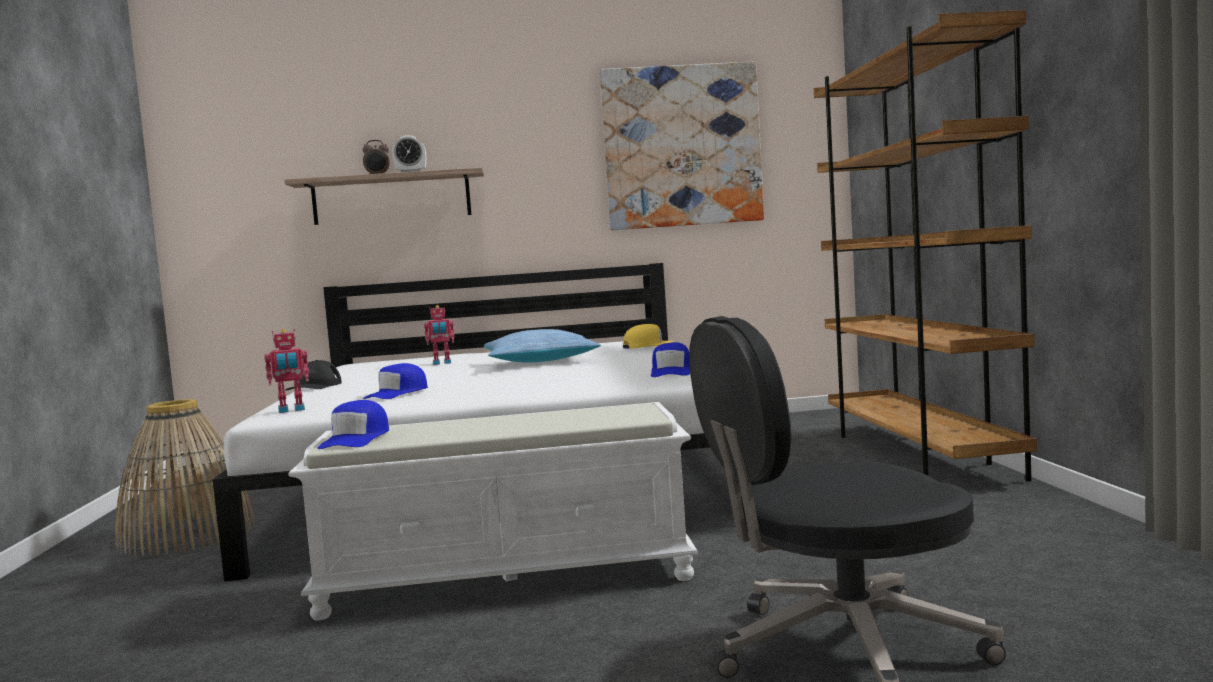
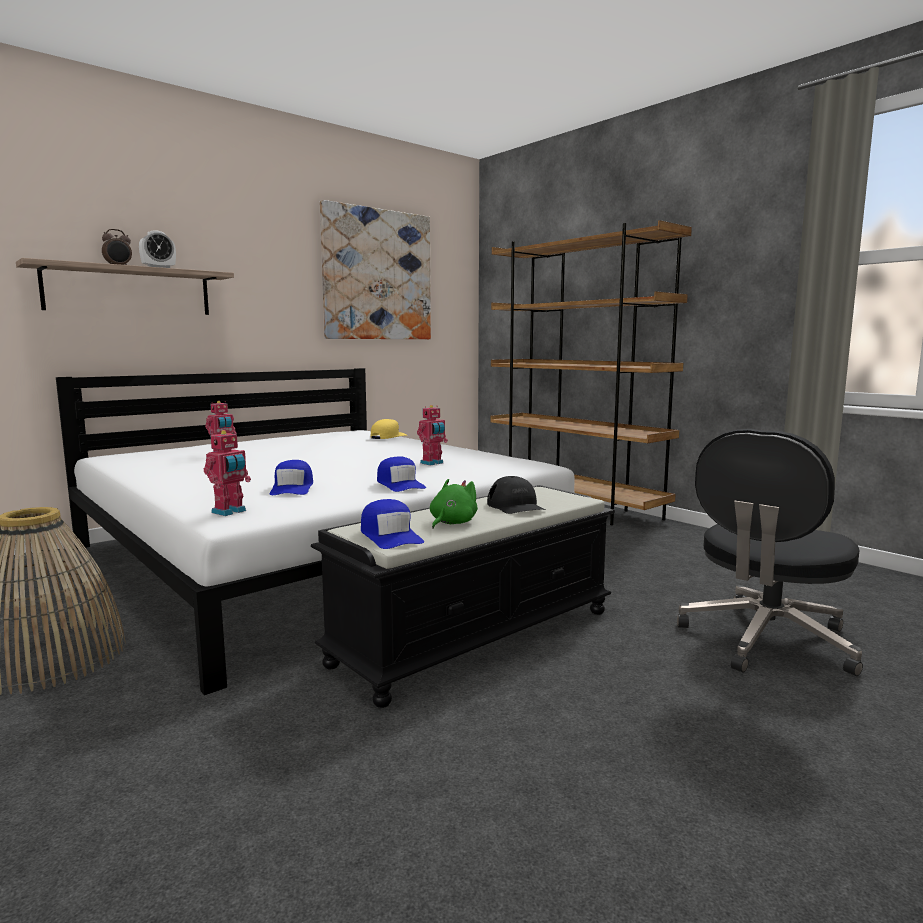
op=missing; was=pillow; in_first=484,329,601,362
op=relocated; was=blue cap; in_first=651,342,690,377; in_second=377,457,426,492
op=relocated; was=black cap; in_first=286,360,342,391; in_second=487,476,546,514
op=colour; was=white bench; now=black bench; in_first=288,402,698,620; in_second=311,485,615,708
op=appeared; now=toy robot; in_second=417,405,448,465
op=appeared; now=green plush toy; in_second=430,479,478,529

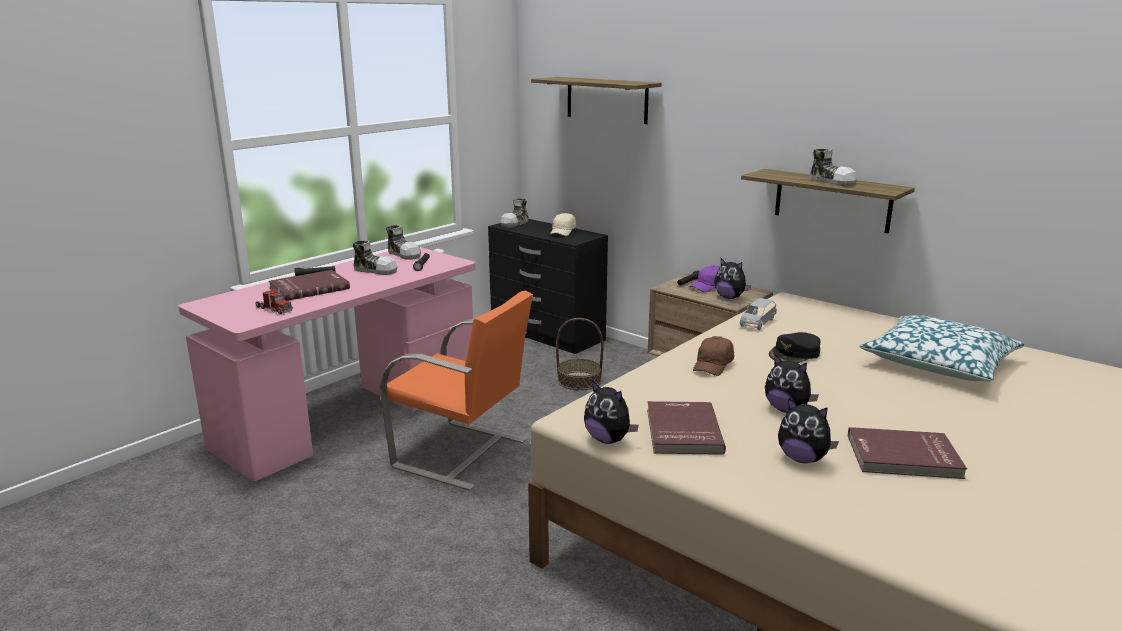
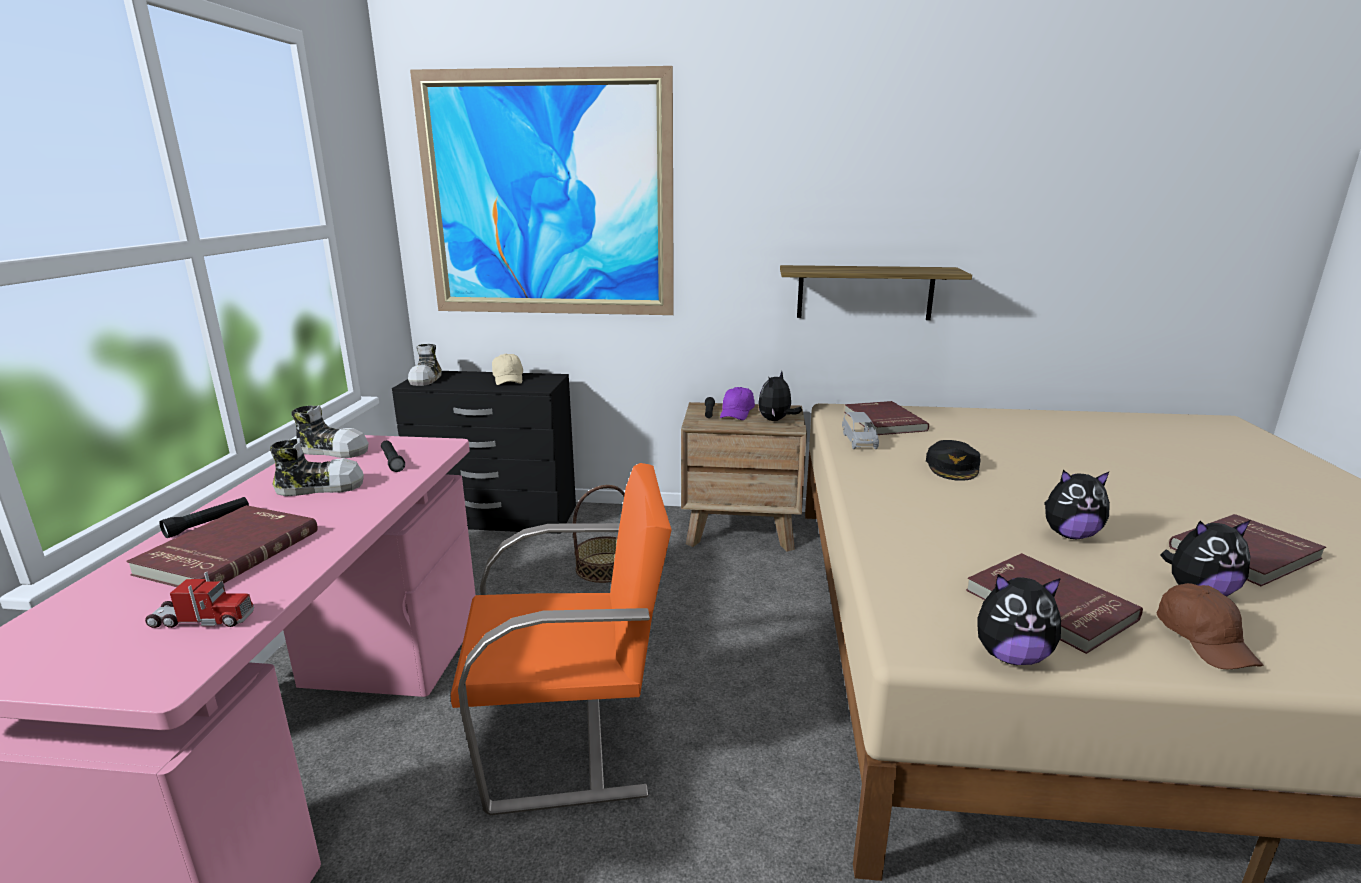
op=exchanged; was=shelf; now=picture; in_first=531,77,662,124; in_second=410,66,674,315
op=missing; was=shoe; in_first=810,149,857,186
op=spun; was=plush toy; in_first=714,258,751,299; in_second=759,371,802,421; clockwise=120
op=missing; was=pillow; in_first=859,315,1025,382
op=relocated; was=brown cap; in_first=693,336,734,376; in_second=1157,583,1263,669
op=appeared; now=red book; in_second=844,401,929,435

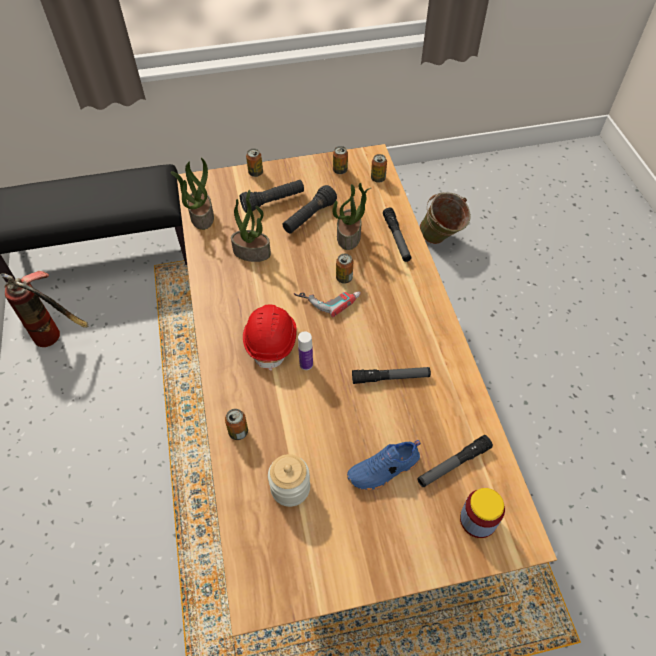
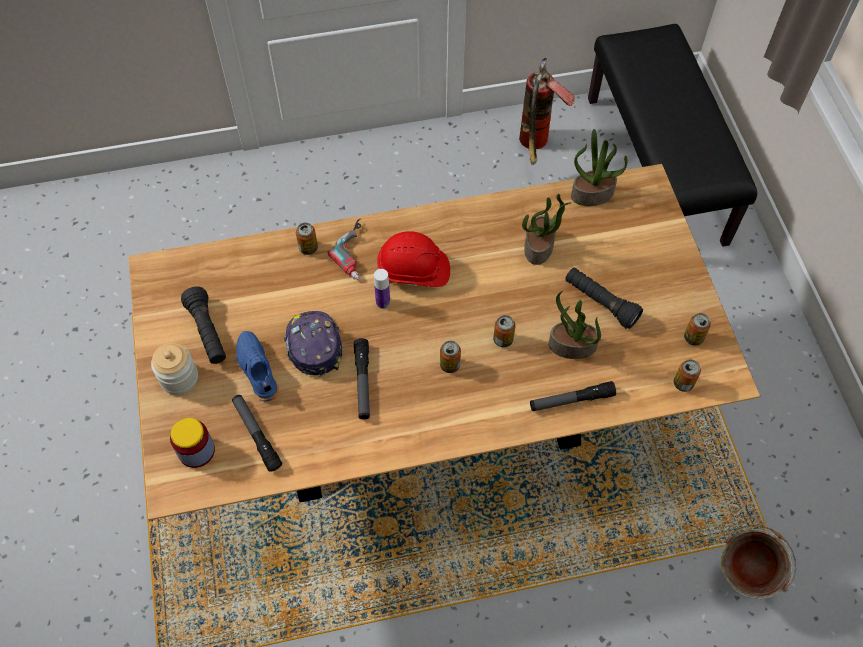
op=relocated; was=can; in_first=246,149,263,177; in_second=440,341,461,373
op=relocated; was=black flashlight; in_first=240,180,304,213; in_second=181,286,226,364
op=relocated; was=power drill; in_first=294,291,361,317; in_second=327,218,361,280
op=relocated; was=jar; in_first=268,454,310,507; in_second=151,343,198,395
op=appeared; now=cap; in_second=283,311,343,376

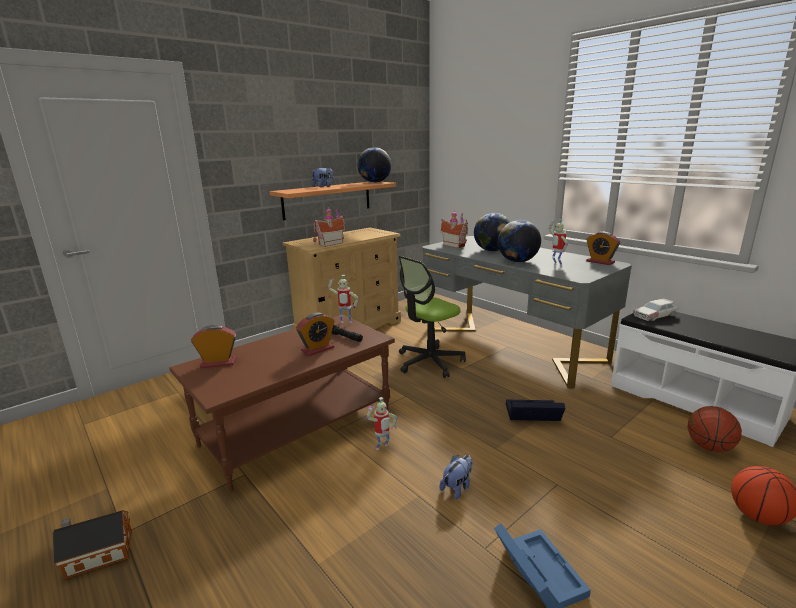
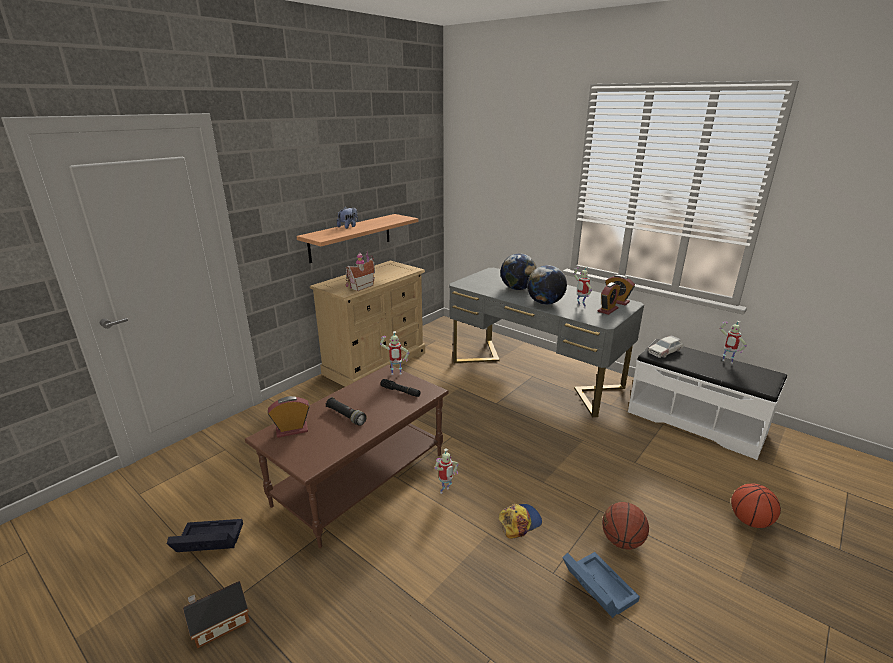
op=missing; was=globe; in_first=358,147,391,183
op=missing; was=toy house; in_first=440,210,468,248
op=missing; was=office chair; in_first=399,256,466,378
op=relocated; was=alarm clock; in_first=296,313,335,356; in_second=598,282,620,315
op=relocated; was=black storage box; in_first=506,400,565,421; in_second=167,519,243,552
op=relocated; was=basketball; in_first=688,406,742,452; in_second=602,502,649,549
op=exchanged; was=plush toy; now=cap; in_first=439,455,473,500; in_second=499,504,542,539
op=appeared; now=toy robot; in_second=720,321,747,364
op=appeared; now=black flashlight; in_second=326,397,367,426

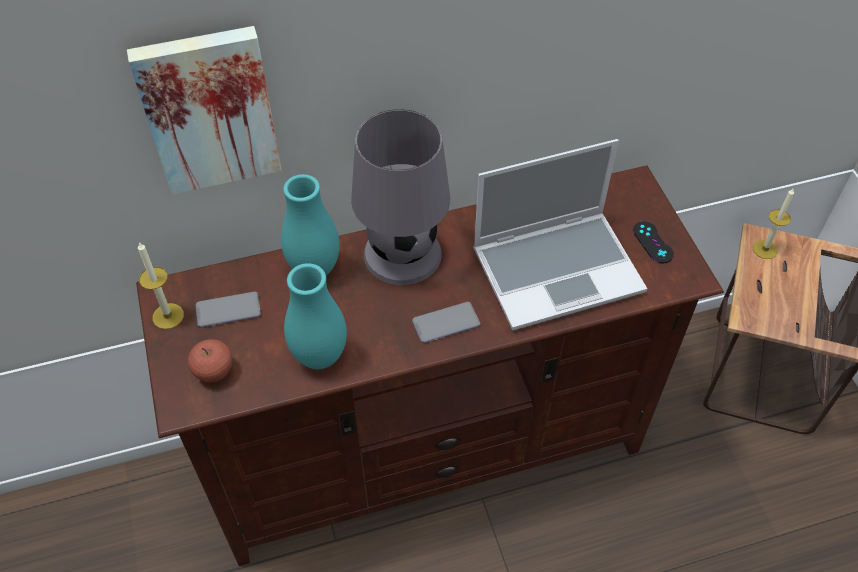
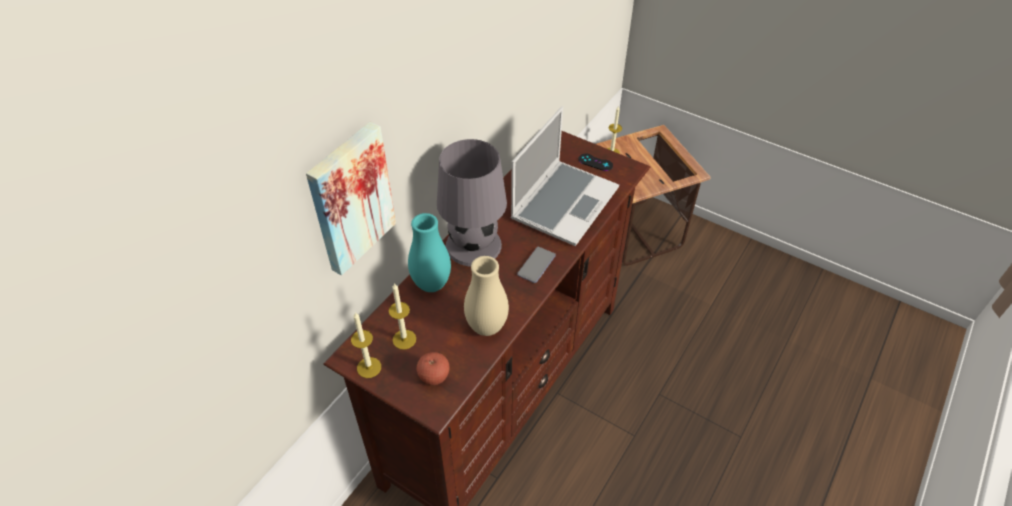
op=colour; was=turquoise vase; now=beige vase; in_first=284,263,347,369; in_second=464,256,509,336
op=exchanged; was=phone; now=candle; in_first=195,292,261,327; in_second=389,283,416,349

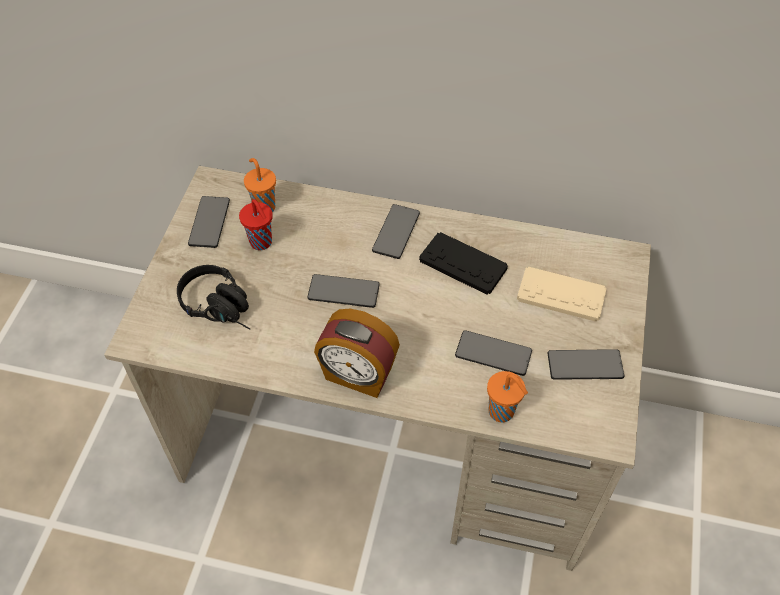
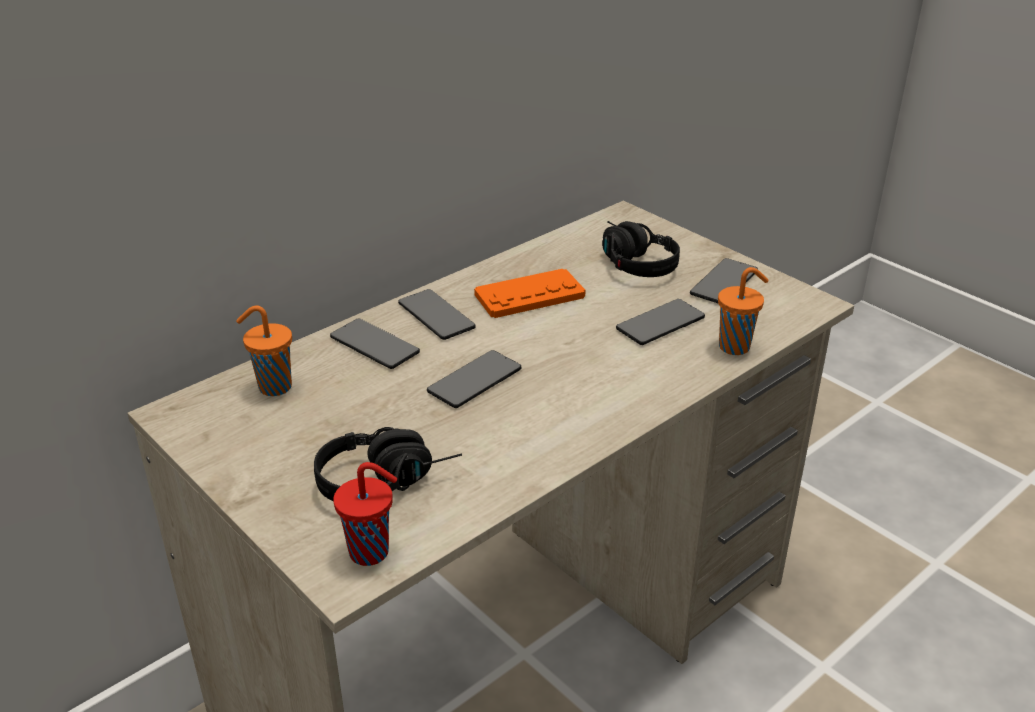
op=relocated; was=phone; in_first=188,196,230,248; in_second=330,318,420,369
op=relocated; was=red cup; in_first=239,199,273,250; in_second=333,462,397,566
op=colour; was=black game controller; now=orange game controller; in_first=419,232,508,295; in_second=474,269,586,318
op=exchanged; was=beige game controller; now=black headphones; in_first=517,267,607,322; in_second=602,221,680,277
op=missing; was=alarm clock; in_first=314,309,400,398

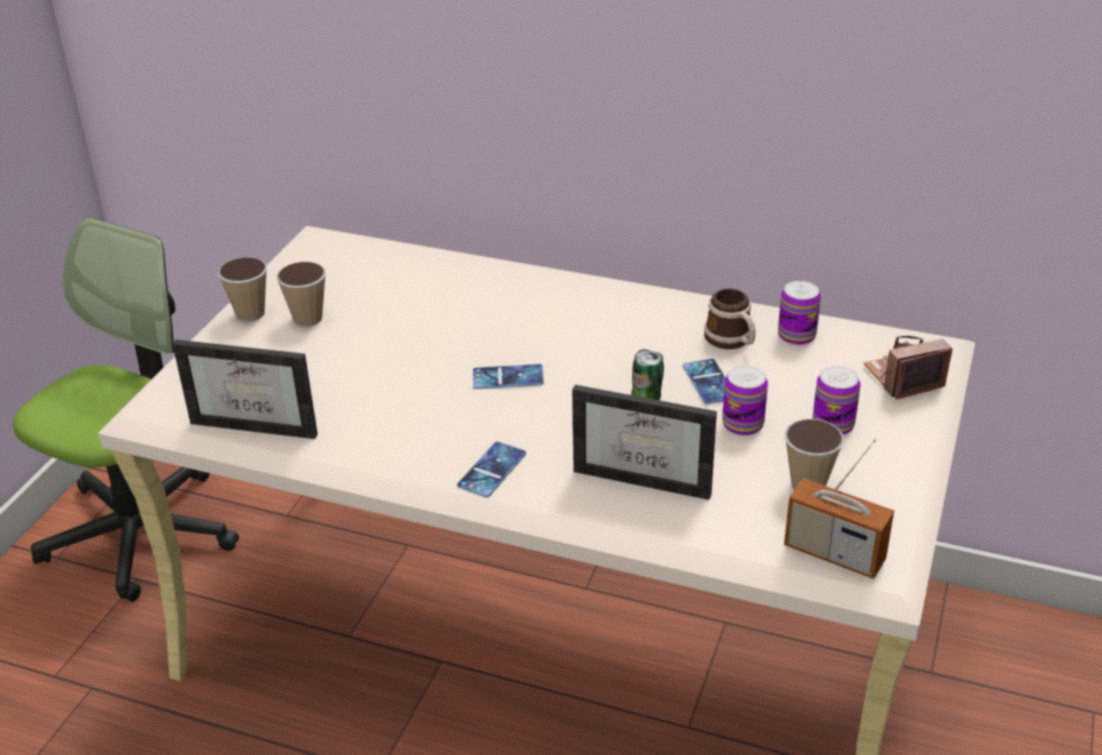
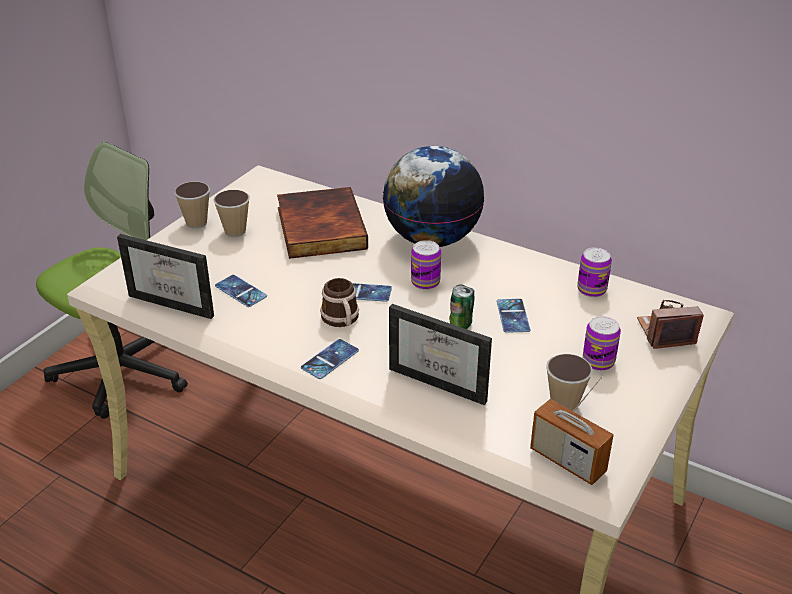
op=relocated; was=mug; in_first=704,288,756,349; in_second=320,278,359,327
op=relocated; was=can; in_first=722,366,768,436; in_second=411,240,441,290
op=appeared; now=globe; in_second=383,146,485,247
op=appeared; now=book; in_second=277,187,368,259
op=appeared; now=phone; in_second=215,275,267,307

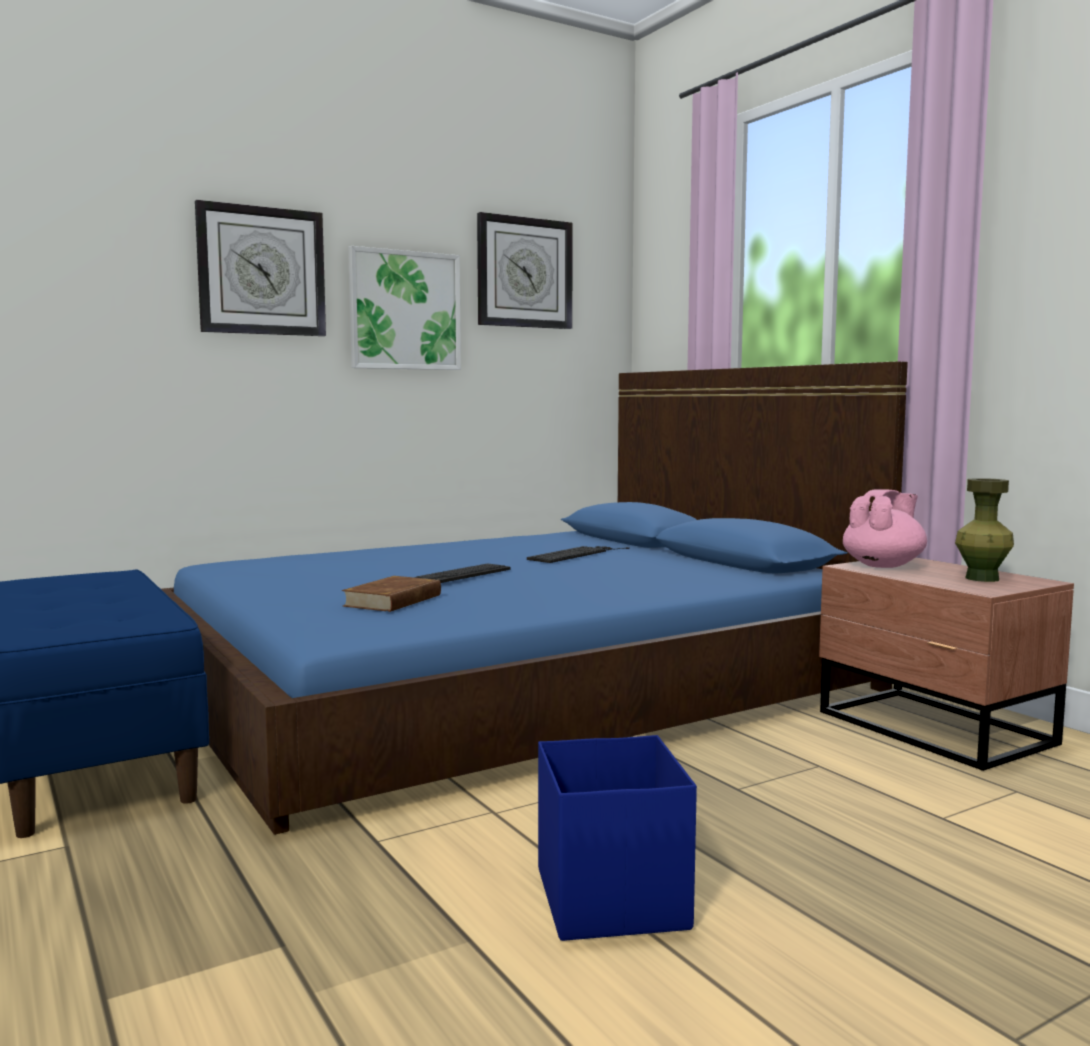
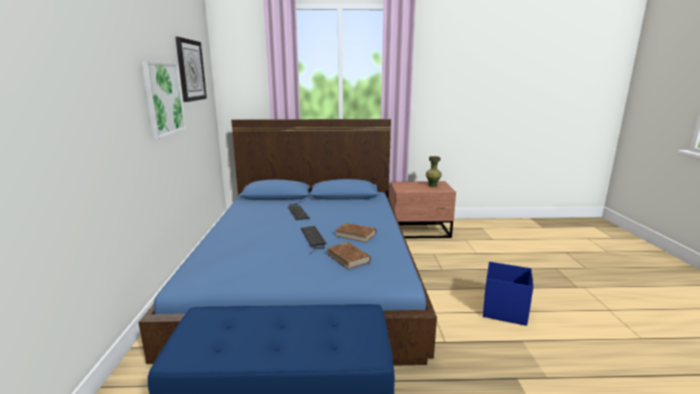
op=missing; was=wall clock; in_first=195,200,326,336
op=missing; was=pink teapot; in_first=843,489,927,568
op=appeared; now=brown book; in_second=336,223,376,242

